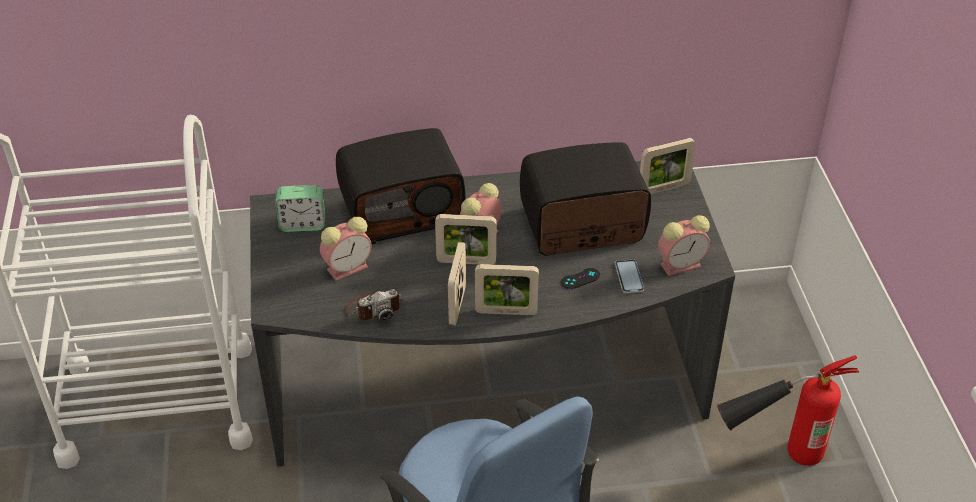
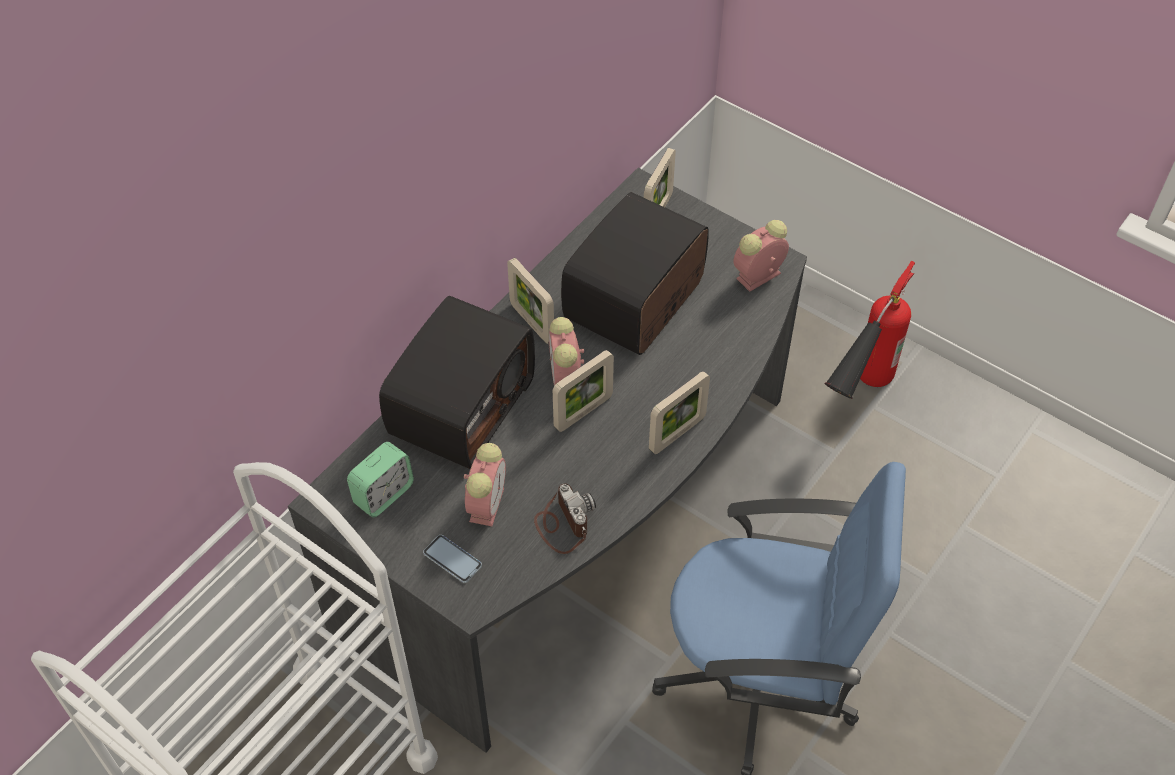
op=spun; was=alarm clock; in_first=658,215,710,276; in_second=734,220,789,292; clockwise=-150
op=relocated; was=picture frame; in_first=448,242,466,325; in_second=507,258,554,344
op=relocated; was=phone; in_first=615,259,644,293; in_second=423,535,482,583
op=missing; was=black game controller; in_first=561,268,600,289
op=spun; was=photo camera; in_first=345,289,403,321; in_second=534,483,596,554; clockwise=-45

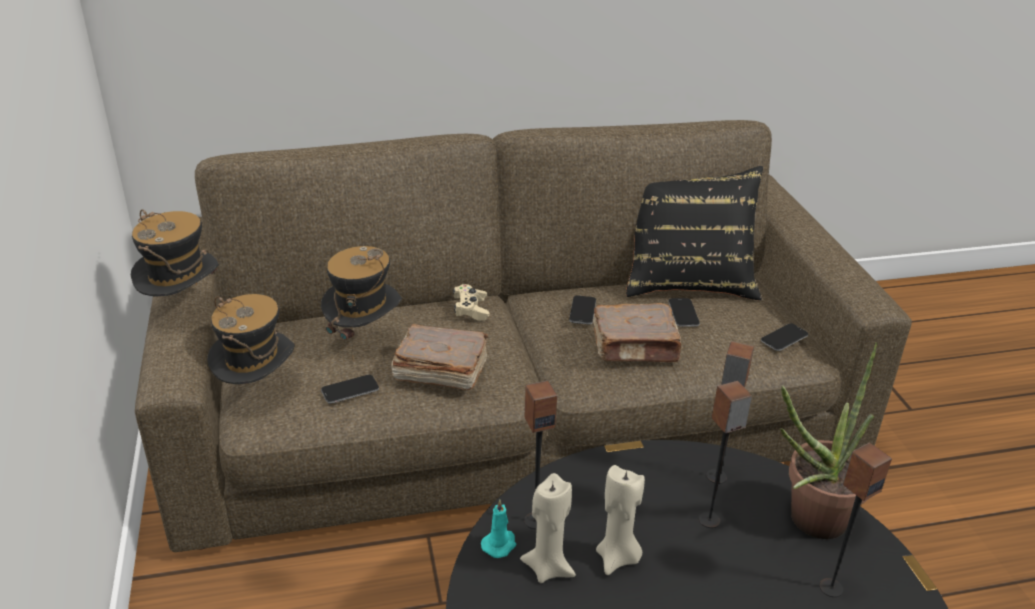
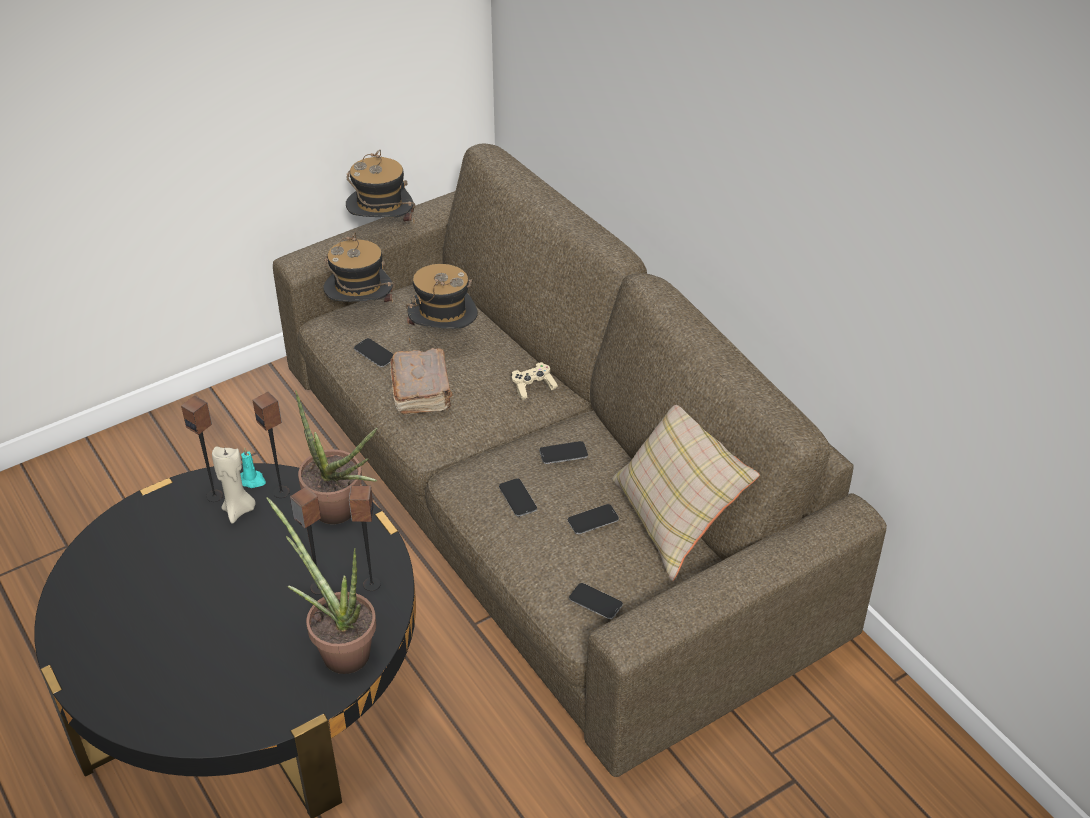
op=colour; was=black pillow; now=beige pillow; in_first=626,166,763,300; in_second=612,405,760,581
op=exchanged; was=brown book; now=phone; in_first=593,303,683,362; in_second=499,478,537,517
op=relocated; was=speaker; in_first=819,442,892,597; in_second=181,396,223,502
op=missing; was=beige candle; in_first=596,465,645,575
op=appeared; now=potted plant; in_second=295,390,378,524

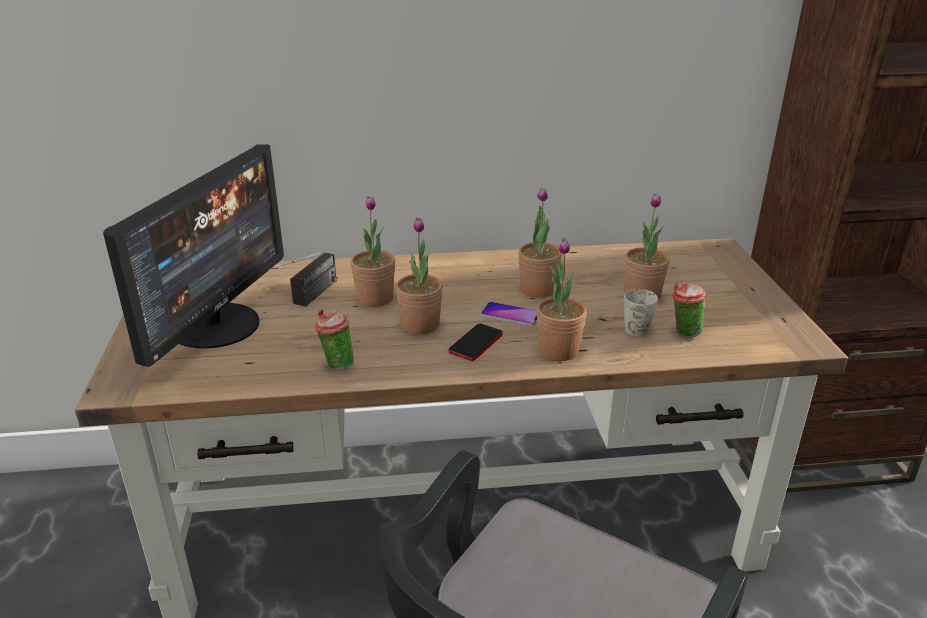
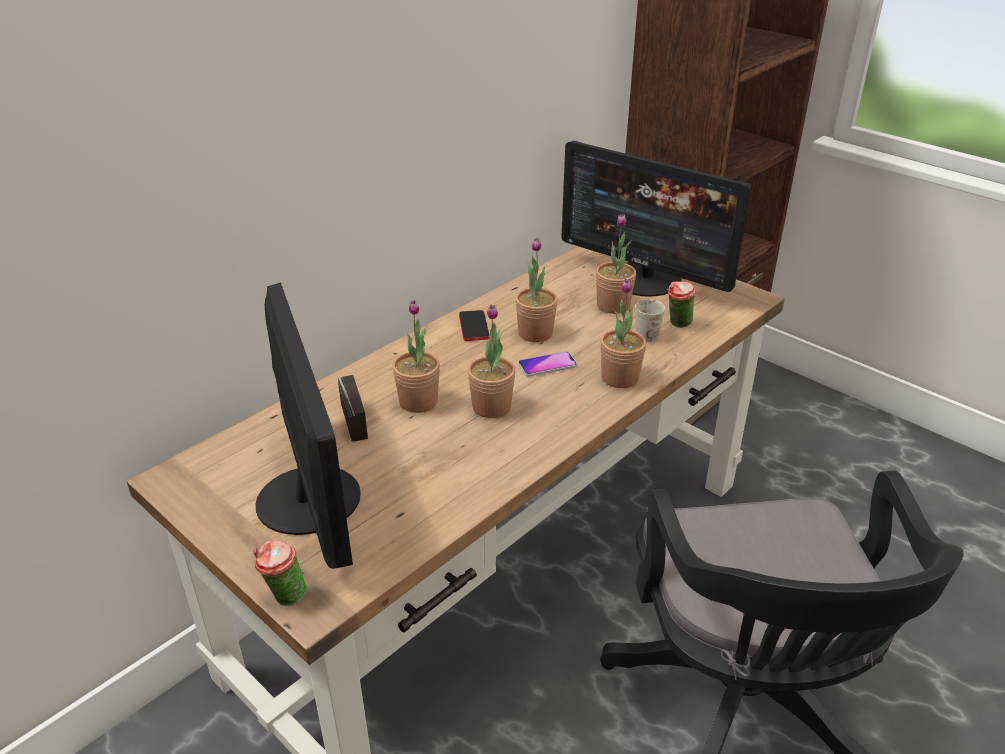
op=relocated; was=cup; in_first=315,310,354,370; in_second=253,540,307,606
op=relocated; was=phone; in_first=448,324,503,361; in_second=459,310,489,341
op=appeared; now=monitor; in_second=561,141,751,297

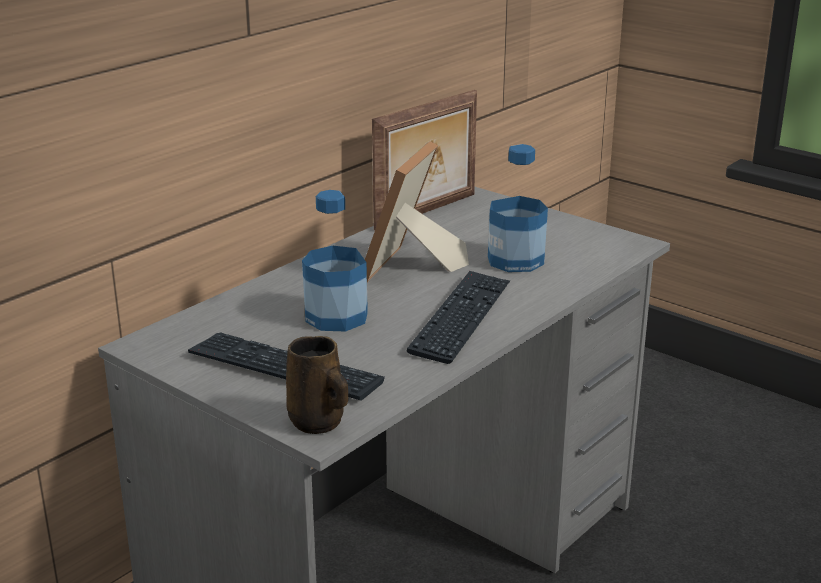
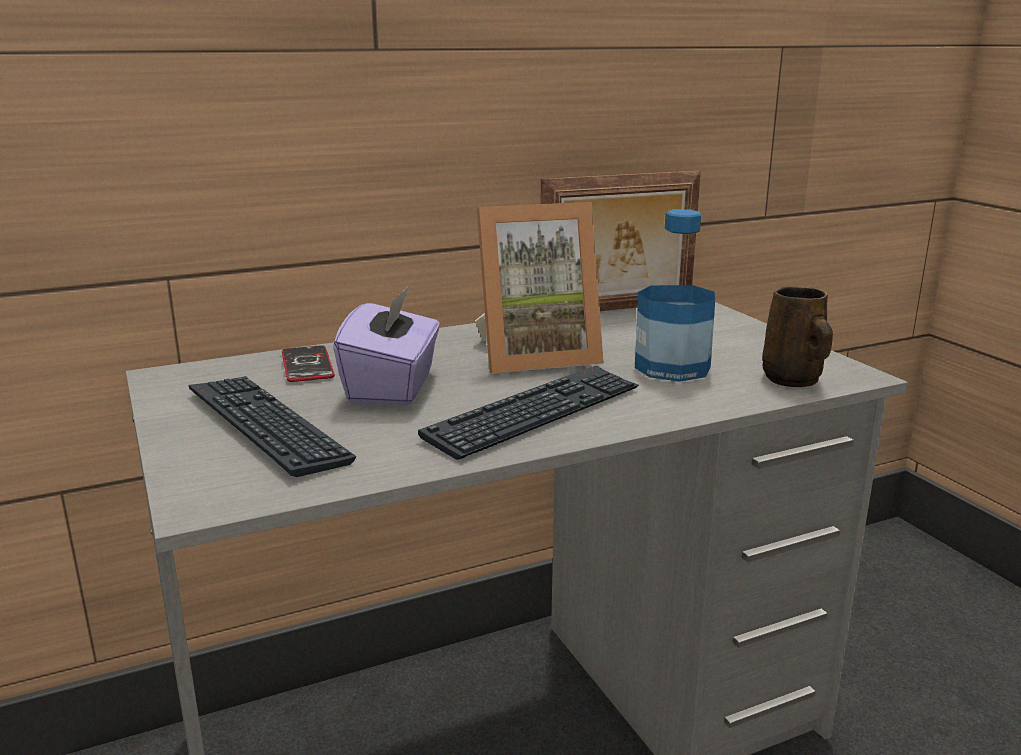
op=spun; was=picture frame; in_first=365,141,469,282; in_second=475,202,604,373; clockwise=-150
op=exchanged; was=bottle; now=purple tissue box; in_first=302,190,368,332; in_second=333,285,440,405
op=relocated; was=brown mug; in_first=286,336,348,434; in_second=762,286,833,387
op=appeared; now=phone; in_second=282,345,335,382

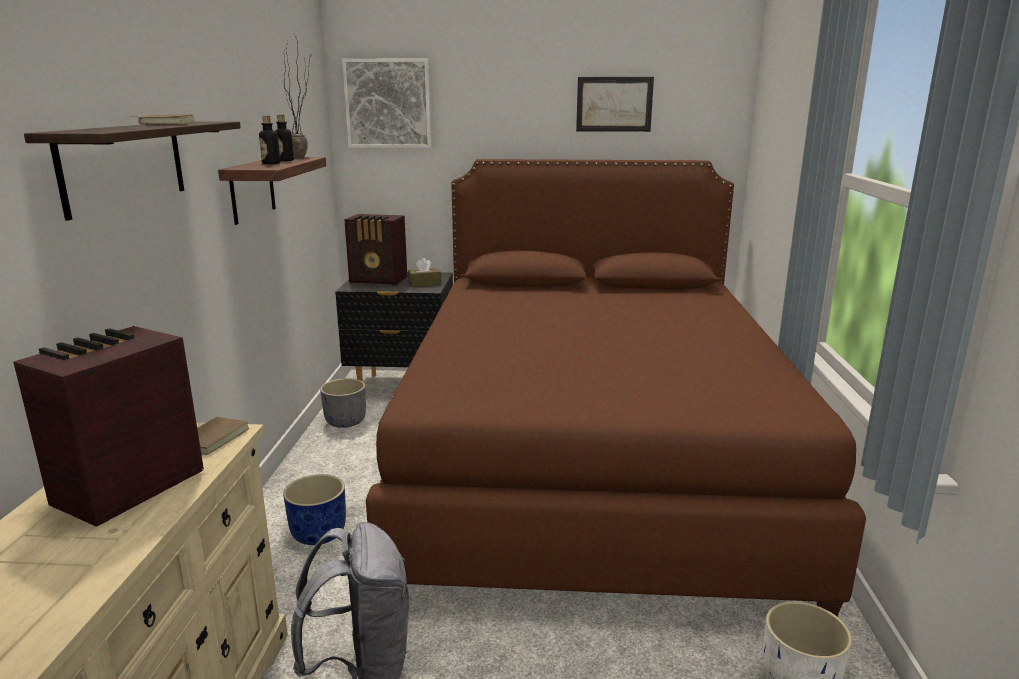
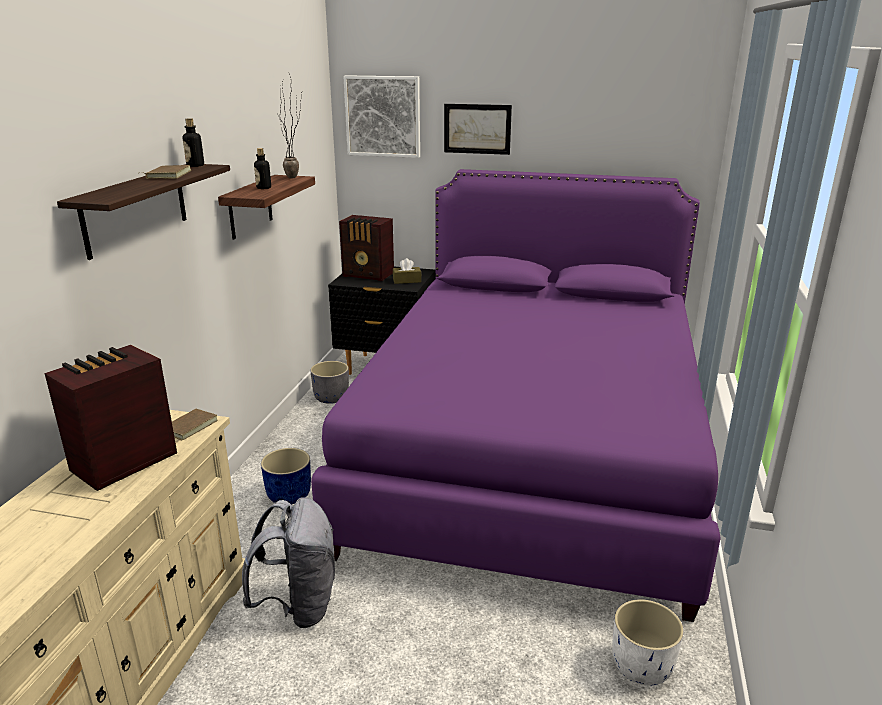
op=relocated; was=picture; in_first=576,77,654,132; in_second=444,104,512,155
op=relocated; was=bottle; in_first=275,115,294,161; in_second=183,118,204,167
op=colour; was=brown bed; now=purple bed; in_first=366,159,866,616; in_second=311,169,721,622

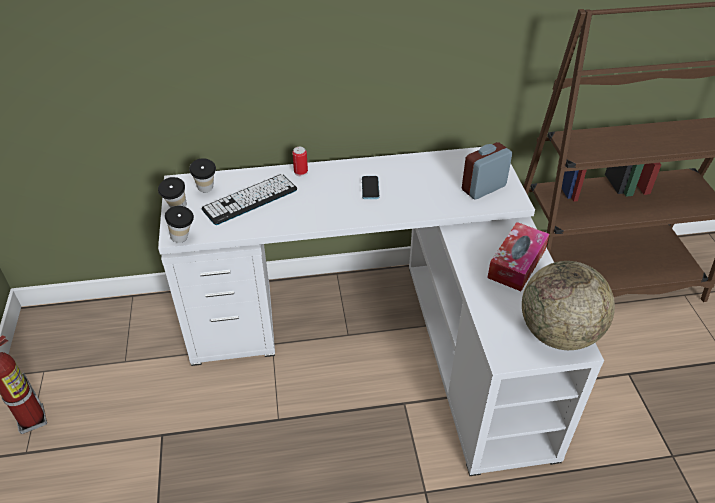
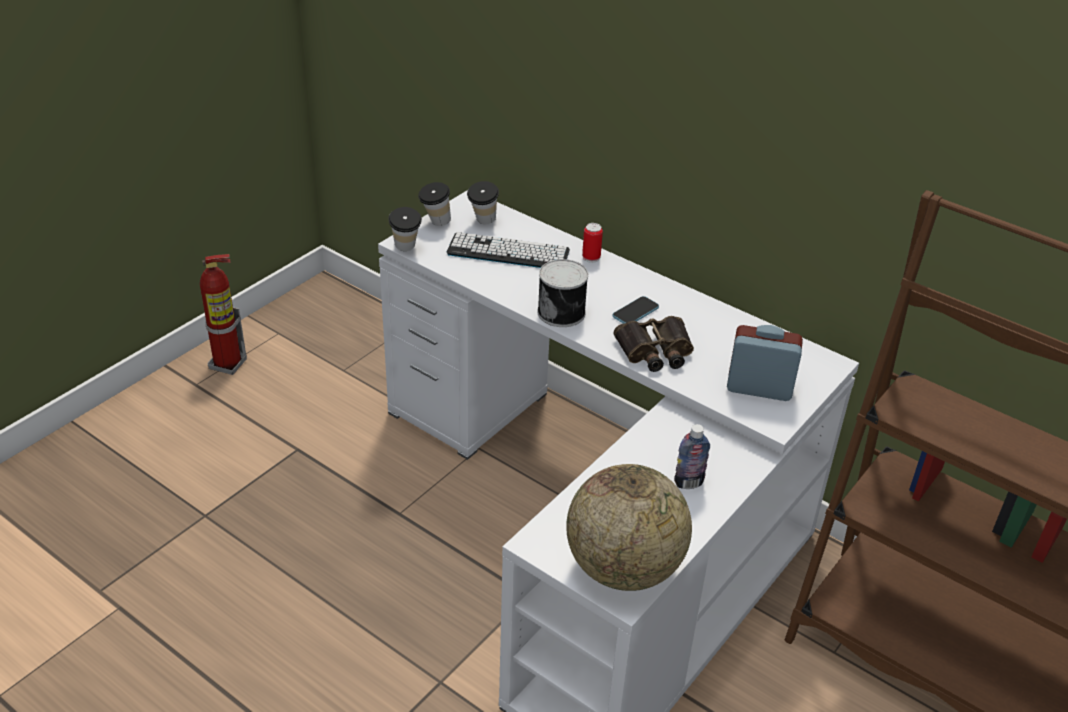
op=exchanged; was=tissue box; now=bottle; in_first=487,222,550,291; in_second=674,424,710,489
op=appeared; now=can; in_second=537,259,588,327
op=appeared; now=binoculars; in_second=613,316,694,372

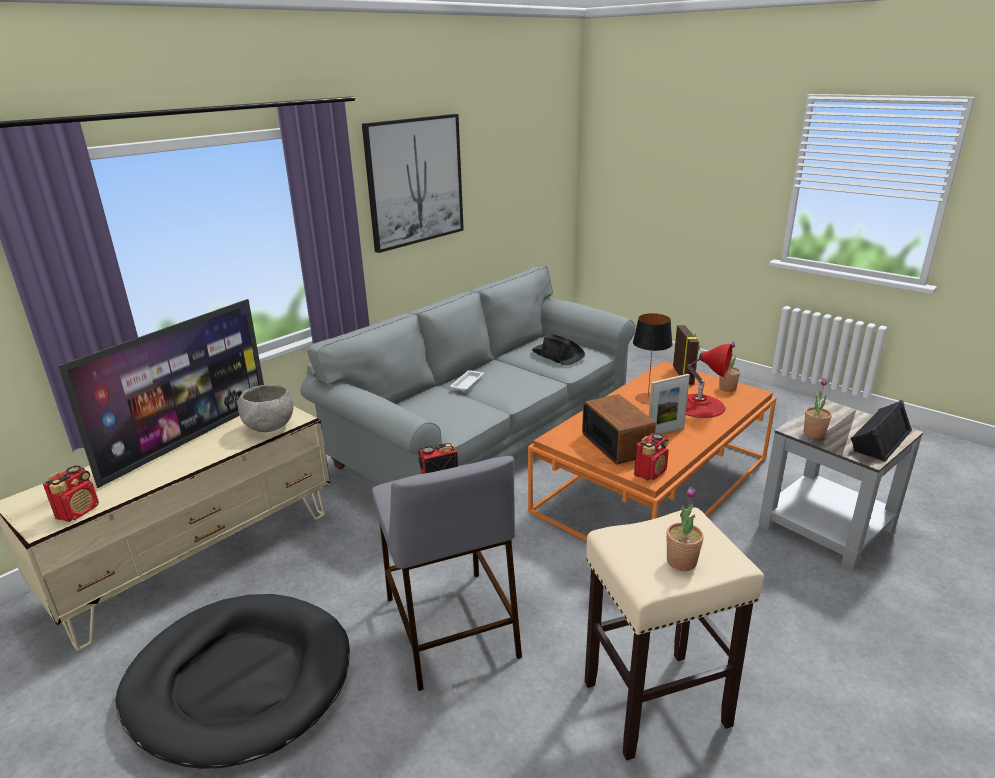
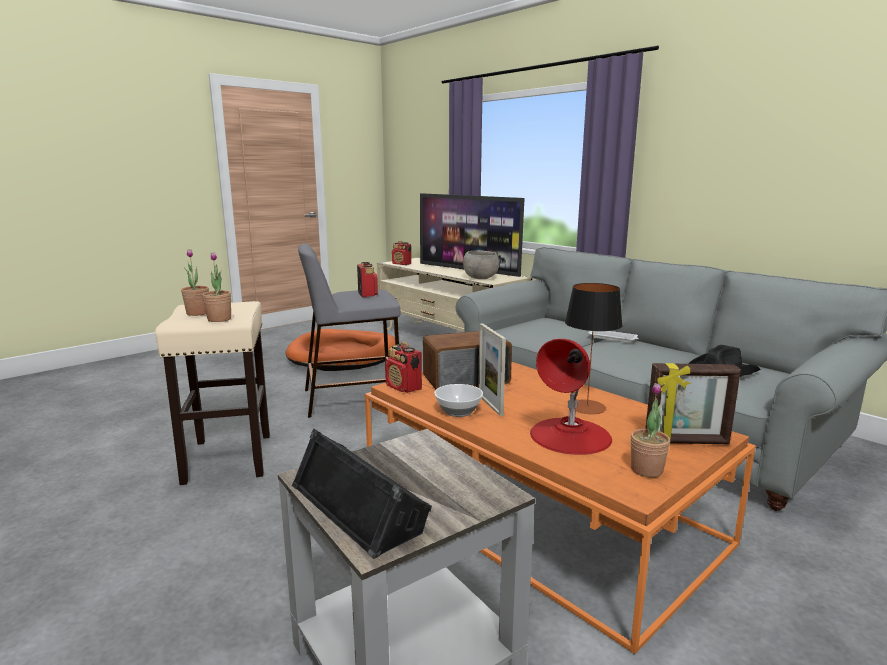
op=missing; was=picture; in_first=362,114,464,253
op=relocated; was=potted plant; in_first=804,378,832,439; in_second=202,252,231,322
op=colour; was=black dog bed; now=orange dog bed; in_first=115,594,350,769; in_second=286,329,395,371
op=appeared; now=bowl; in_second=434,384,483,417

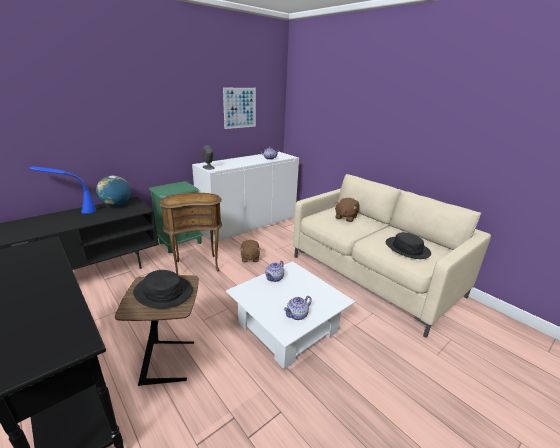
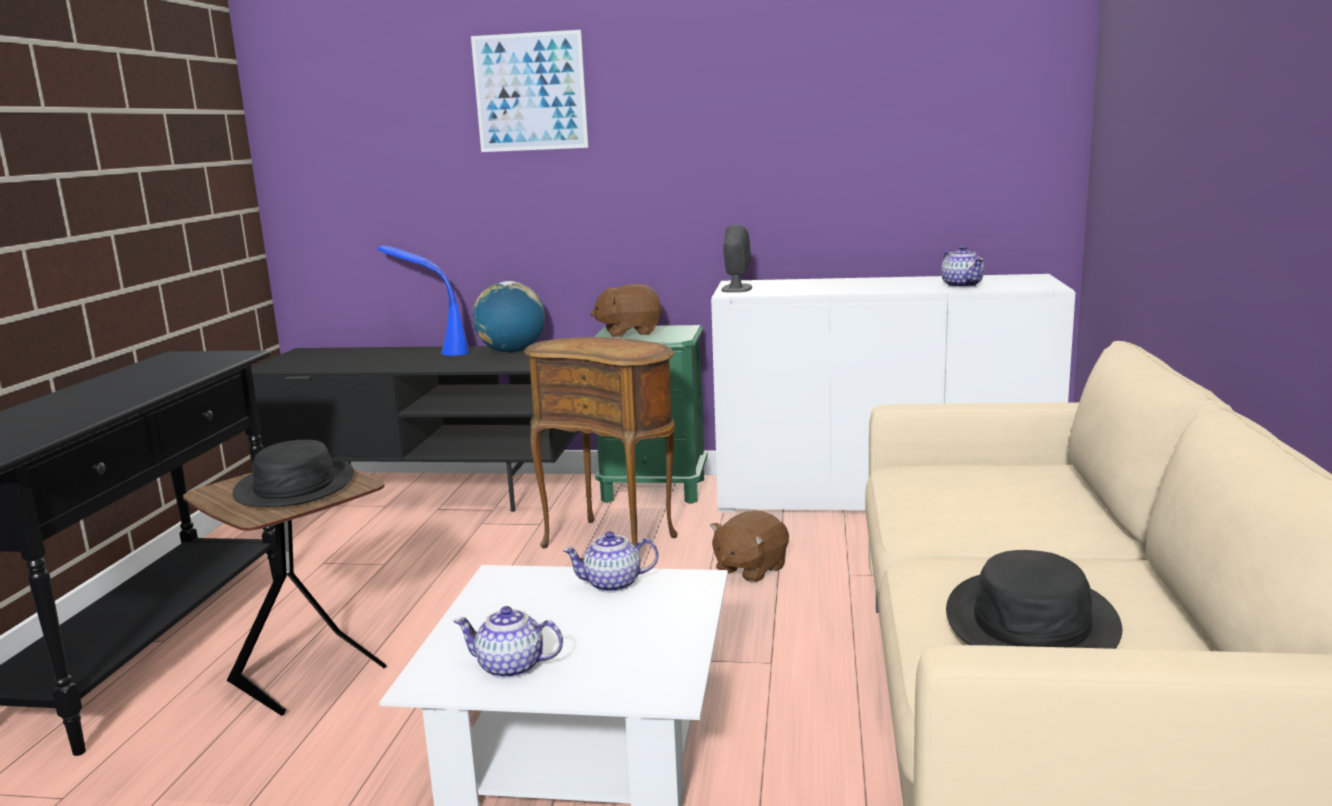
op=relocated; was=picture; in_first=223,88,256,129; in_second=471,30,588,152
op=relocated; was=brown plush toy; in_first=335,198,360,222; in_second=590,284,662,337

